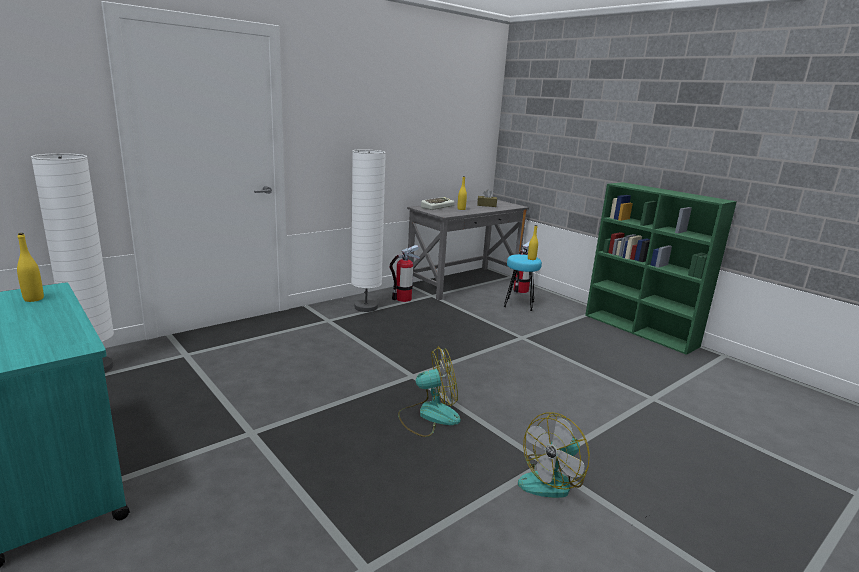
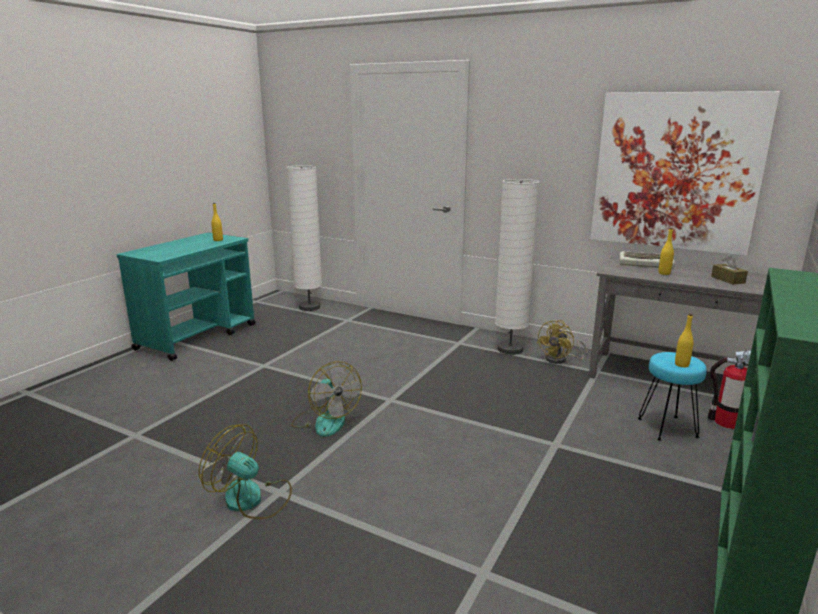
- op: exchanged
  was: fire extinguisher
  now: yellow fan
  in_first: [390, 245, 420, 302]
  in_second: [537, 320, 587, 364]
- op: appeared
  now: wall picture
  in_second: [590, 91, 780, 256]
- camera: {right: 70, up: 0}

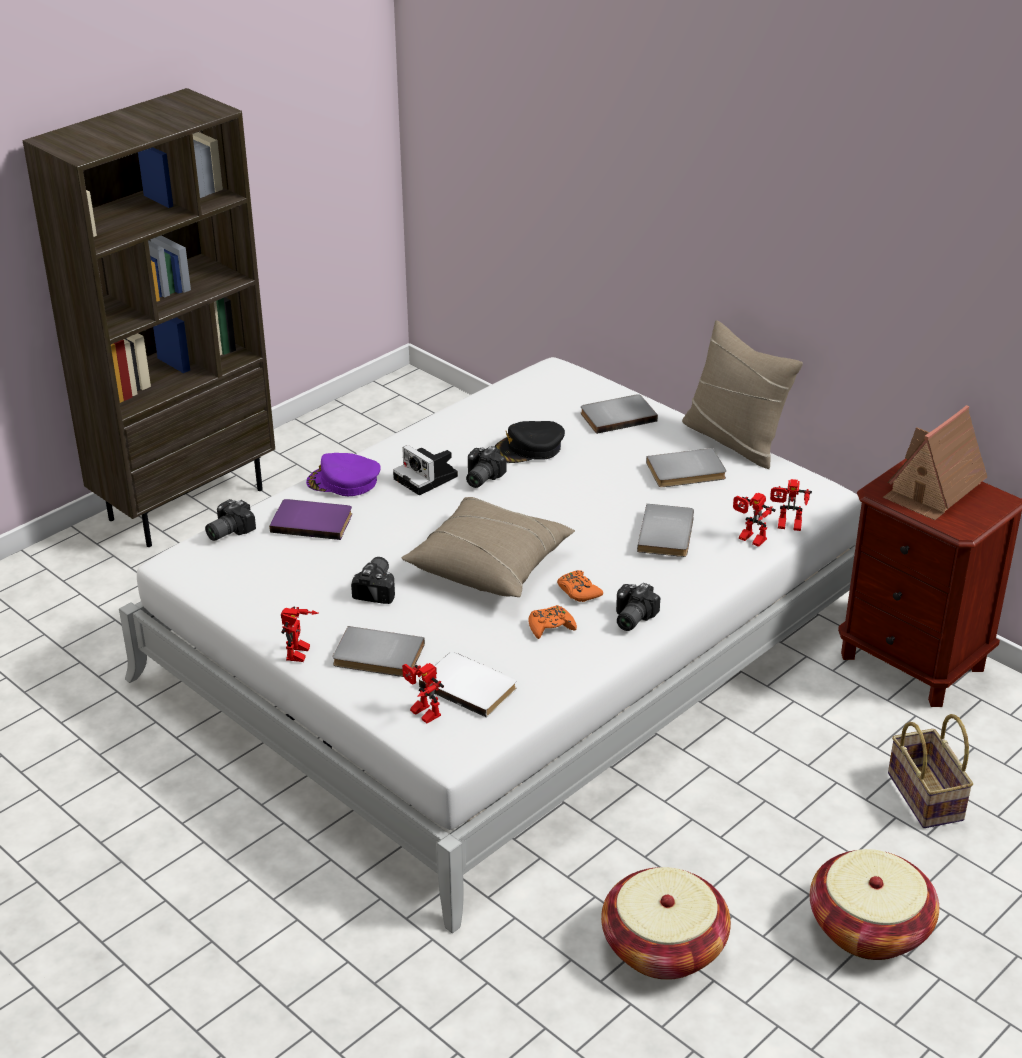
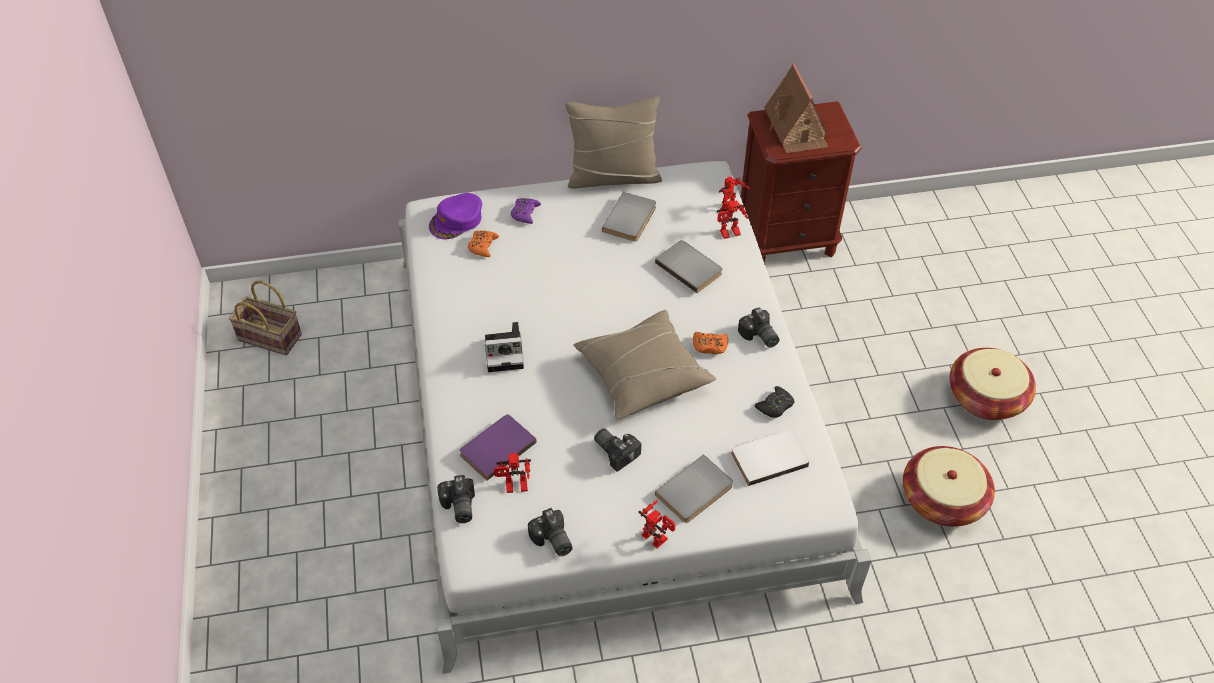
- op: missing
  was: brownish shelving unit
  in_first: [23, 88, 275, 547]
- op: exchanged
  was: gray book
  now: purple-coloured gamepad
  in_first: [581, 394, 658, 434]
  in_second: [511, 198, 541, 224]
- op: missing
  was: black-coloured cap
  in_first: [494, 421, 565, 463]
- op: relocated
  was: still camera
  in_first: [466, 446, 507, 488]
  in_second: [528, 508, 572, 556]
- op: relocated
  was: purple-coloured cap
  in_first: [306, 453, 381, 496]
  in_second: [429, 193, 482, 239]
- op: relocated
  was: orangey gamepad
  in_first: [528, 605, 577, 639]
  in_second: [468, 230, 499, 257]
- op: relocated
  was: model robot
  in_first: [402, 663, 444, 724]
  in_second: [494, 453, 531, 493]
- op: relocated
  was: basket
  in_first: [888, 714, 973, 828]
  in_second: [229, 281, 302, 355]
- op: appeared
  now: black-coloured gamepad
  in_second: [755, 386, 795, 418]
- camera: {right: -55, up: 15}

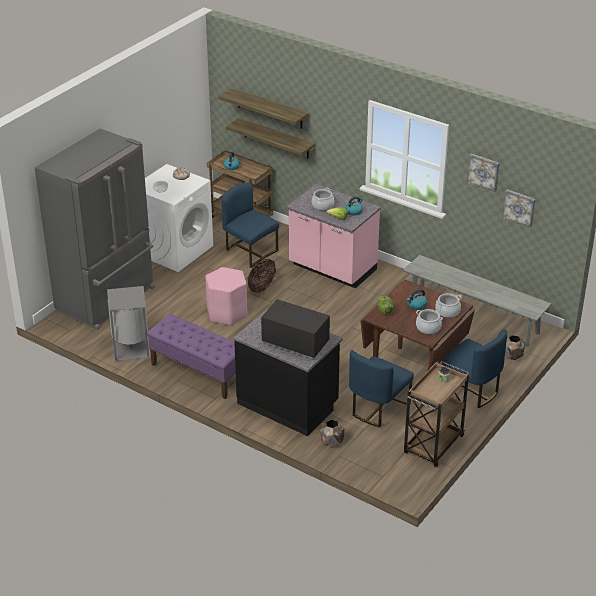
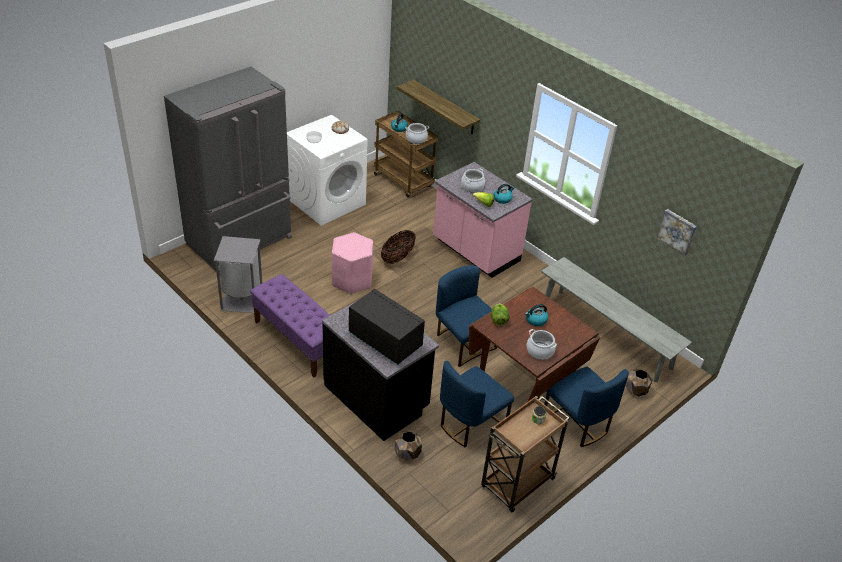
- op: missing
  was: shelf
  in_first: [219, 88, 309, 129]
- op: missing
  was: wall picture
  in_first: [467, 154, 500, 192]
- op: relocated
  was: blue-coloured upright chair
  in_first: [222, 183, 279, 268]
  in_second: [436, 265, 497, 367]
- op: relocated
  was: saucepot
  in_first: [435, 293, 461, 318]
  in_second: [405, 123, 429, 144]
- camera: {right: 10, up: 5}

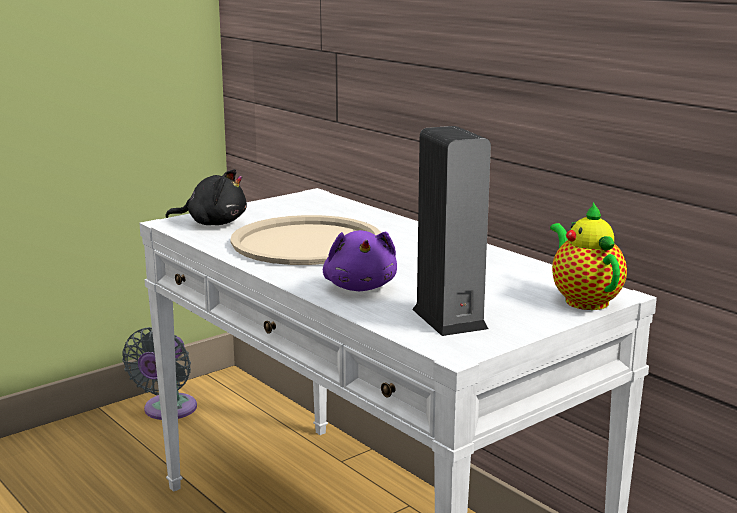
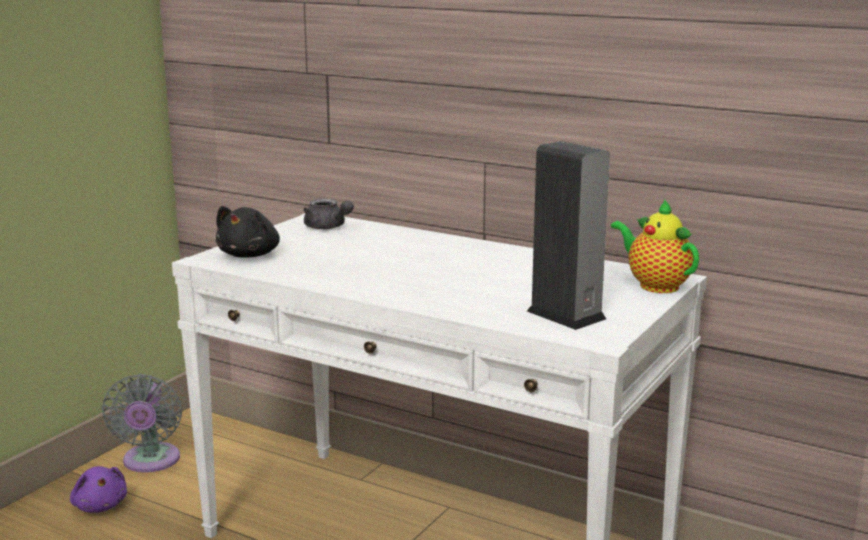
- op: spun
  was: black-coloured soft toy
  in_first: [166, 169, 247, 225]
  in_second: [216, 206, 280, 258]
  clockwise: 120
- op: missing
  was: beige-coloured carrying tray
  in_first: [231, 215, 381, 265]
- op: relocated
  was: purple-coloured soft toy
  in_first: [323, 230, 397, 291]
  in_second: [70, 466, 127, 513]
- op: appeared
  now: gray tea pot
  in_second: [303, 199, 354, 229]
- camera: {right: -20, up: 0}

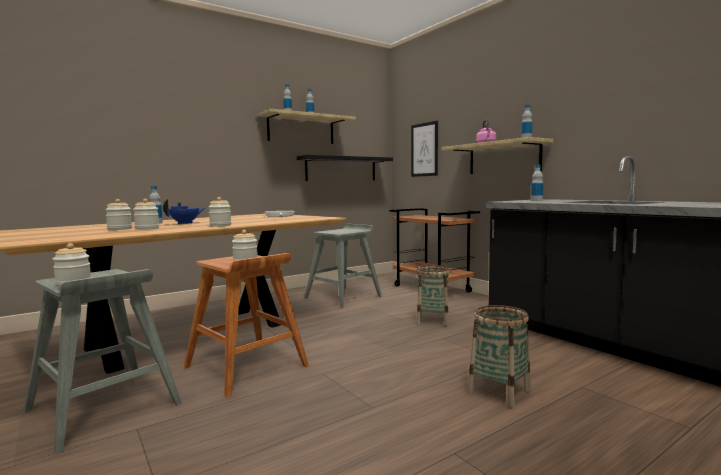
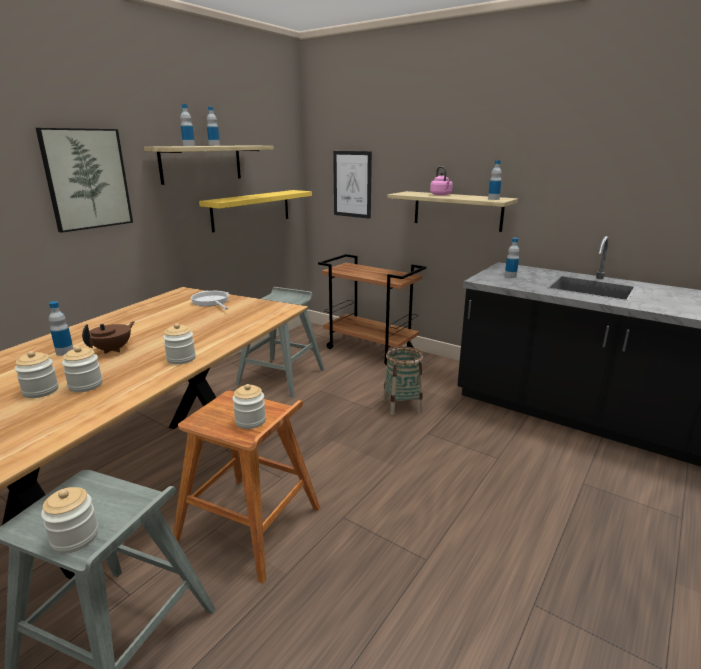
- op: colour
  was: black-coloured shelf
  now: yellow shelf
  in_first: [297, 155, 393, 181]
  in_second: [199, 190, 312, 232]
- op: colour
  was: blue-coloured tea pot
  now: brownish tea pot
  in_first: [163, 199, 205, 224]
  in_second: [82, 322, 134, 354]
- op: missing
  was: basket
  in_first: [468, 305, 531, 408]
- op: appeared
  now: wall picture
  in_second: [36, 128, 133, 233]
- camera: {right: -20, up: 15}

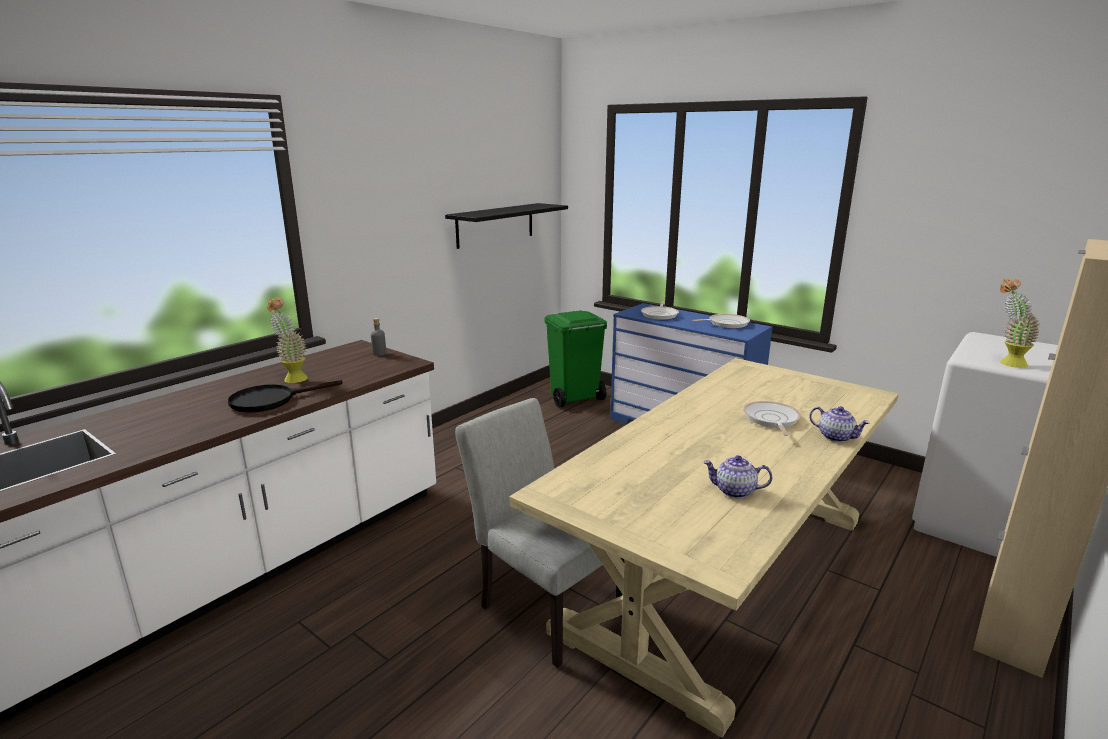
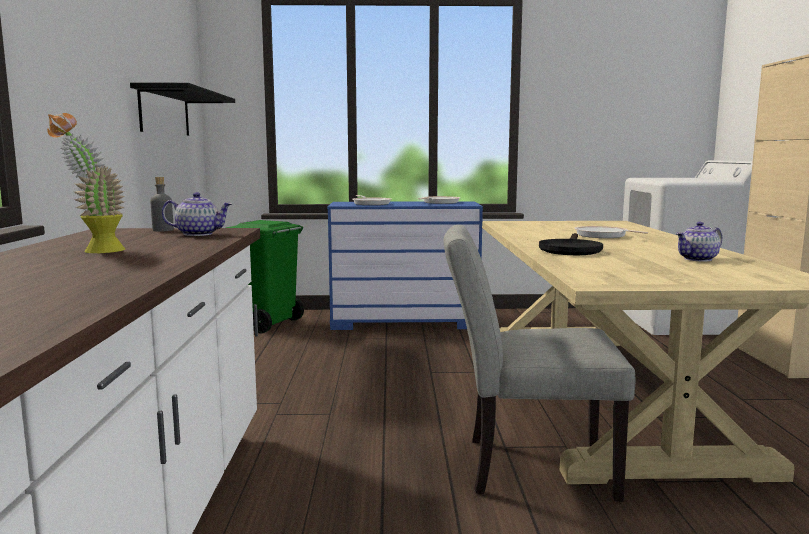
- op: missing
  was: plant in a pot
  in_first: [1000, 278, 1041, 368]
- op: relocated
  was: black-coloured frying pan
  in_first: [228, 380, 343, 412]
  in_second: [539, 233, 603, 255]
- op: relocated
  was: tea pot
  in_first: [809, 406, 870, 442]
  in_second: [162, 192, 232, 236]
- camera: {right: -40, up: -10}

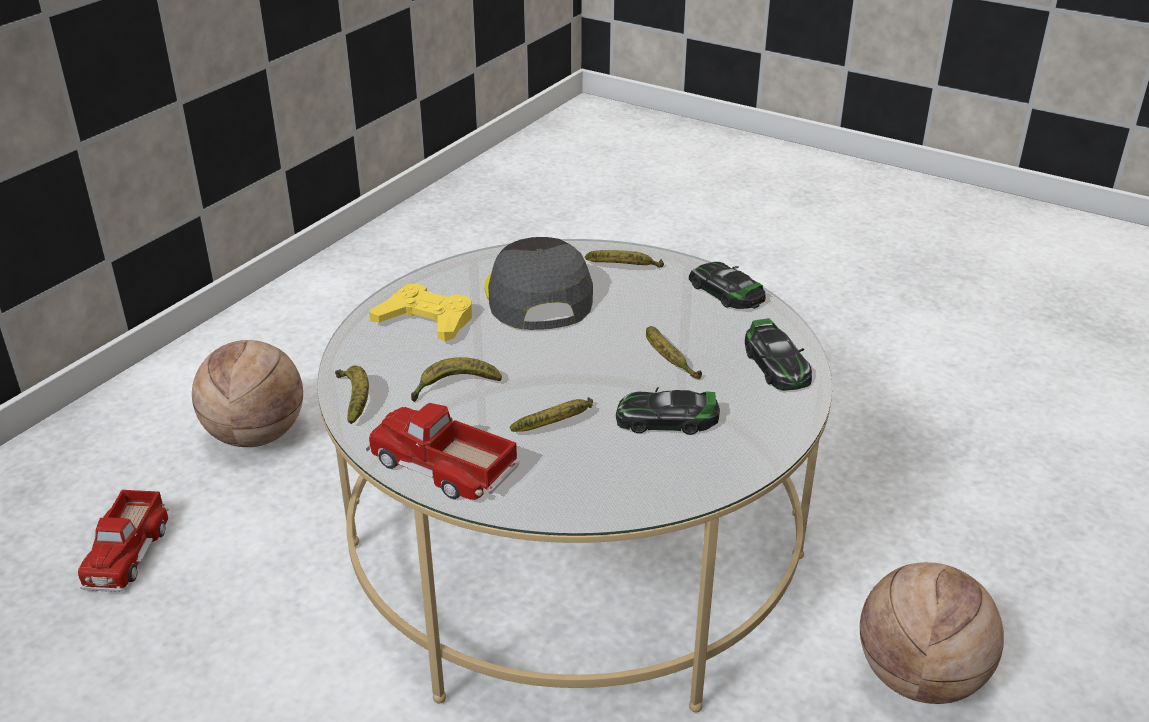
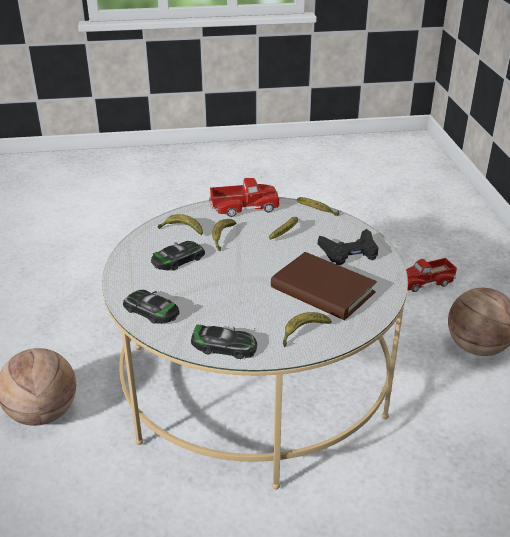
- op: exchanged
  was: gray cap
  now: brownish book
  in_first: [484, 237, 593, 330]
  in_second: [271, 252, 377, 320]
- op: colour
  was: yellow gamepad
  now: black-coloured gamepad
  in_first: [369, 284, 472, 341]
  in_second: [318, 229, 378, 265]
- op: relocated
  was: whole banana
  in_first: [646, 326, 702, 380]
  in_second: [158, 214, 203, 235]
- op: spun
  was: toy lorry
  in_first: [78, 490, 169, 592]
  in_second: [406, 258, 457, 292]
  clockwise: -75
- camera: {right: 140, up: 0}

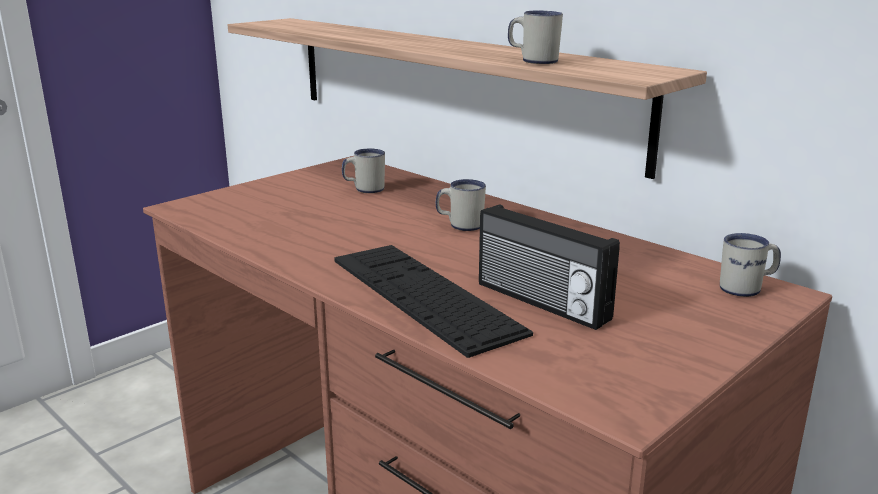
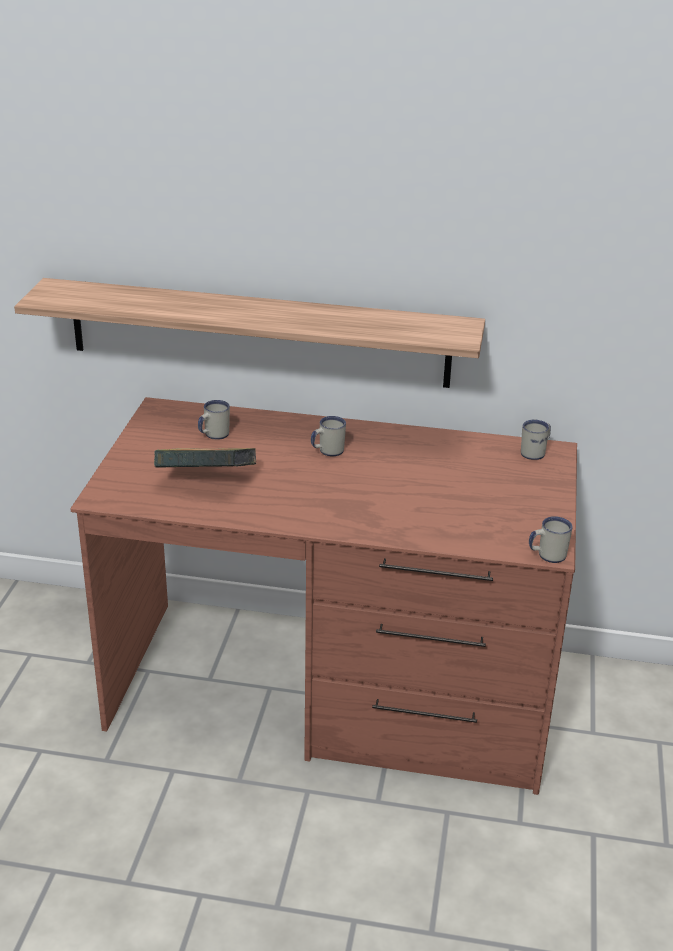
- op: relocated
  was: white tea mug
  in_first: [508, 10, 563, 64]
  in_second: [529, 516, 573, 563]
- op: missing
  was: radio set
  in_first: [479, 204, 620, 330]
- op: missing
  was: PC keyboard
  in_first: [334, 245, 533, 358]
- op: appeared
  now: book
  in_second: [154, 448, 257, 468]
- camera: {right: -35, up: 10}

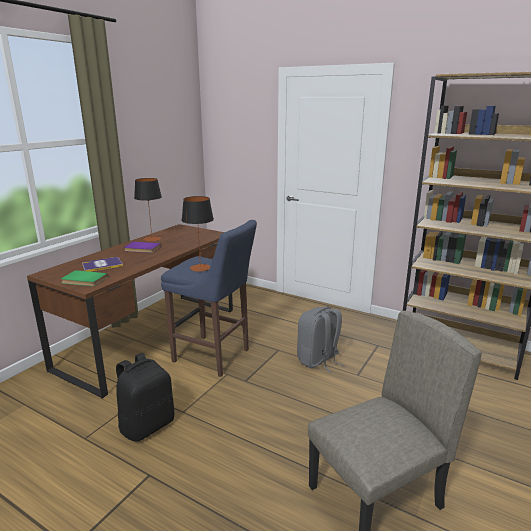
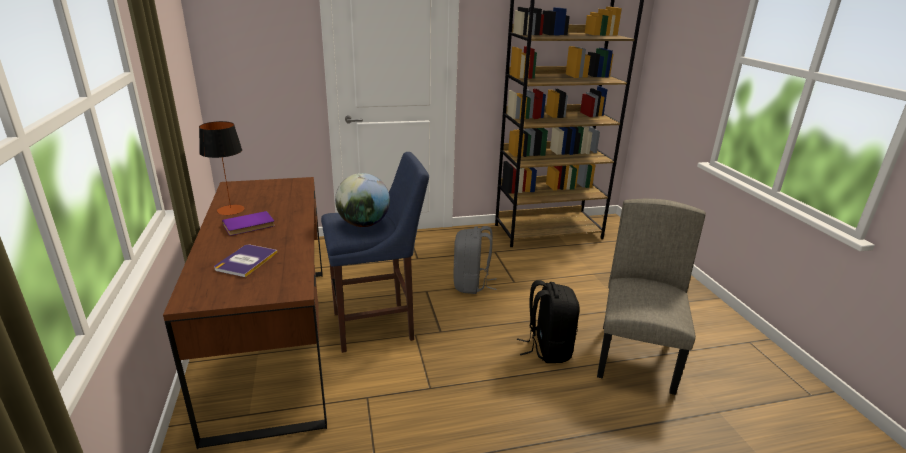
- op: exchanged
  was: lamp for a table
  now: desk globe
  in_first: [182, 196, 214, 272]
  in_second: [335, 173, 390, 227]
- op: missing
  was: green book
  in_first: [61, 270, 108, 286]
- op: relocated
  was: black-coloured rucksack
  in_first: [116, 353, 174, 442]
  in_second: [517, 280, 579, 363]
- camera: {right: -45, up: 5}

